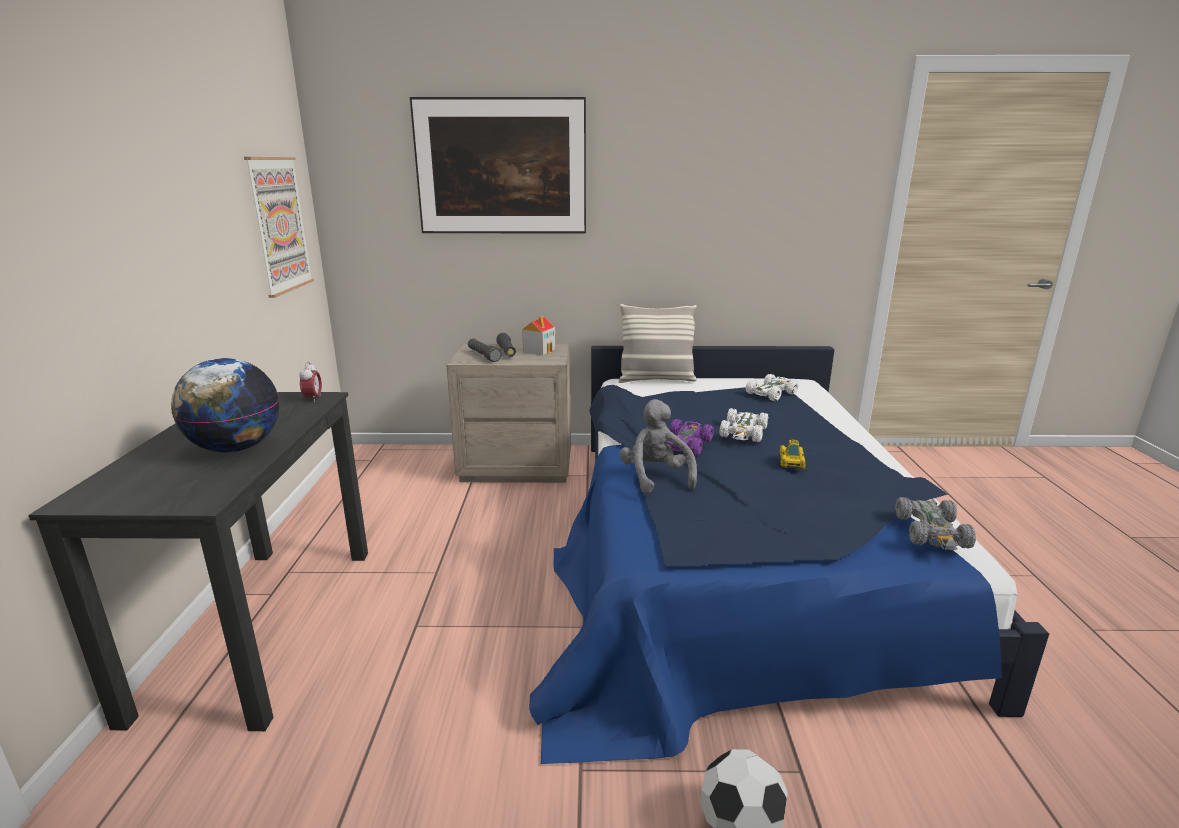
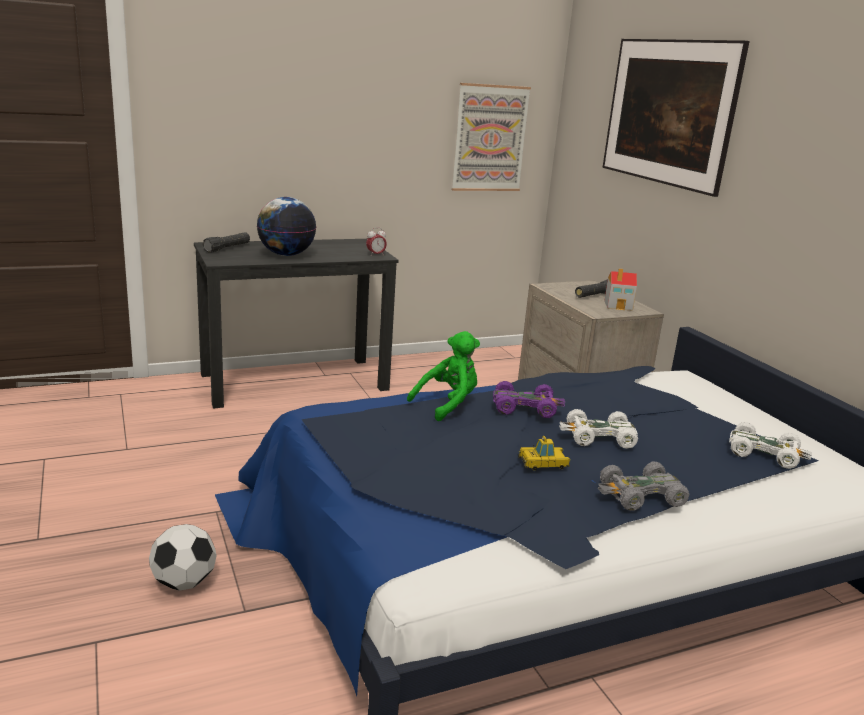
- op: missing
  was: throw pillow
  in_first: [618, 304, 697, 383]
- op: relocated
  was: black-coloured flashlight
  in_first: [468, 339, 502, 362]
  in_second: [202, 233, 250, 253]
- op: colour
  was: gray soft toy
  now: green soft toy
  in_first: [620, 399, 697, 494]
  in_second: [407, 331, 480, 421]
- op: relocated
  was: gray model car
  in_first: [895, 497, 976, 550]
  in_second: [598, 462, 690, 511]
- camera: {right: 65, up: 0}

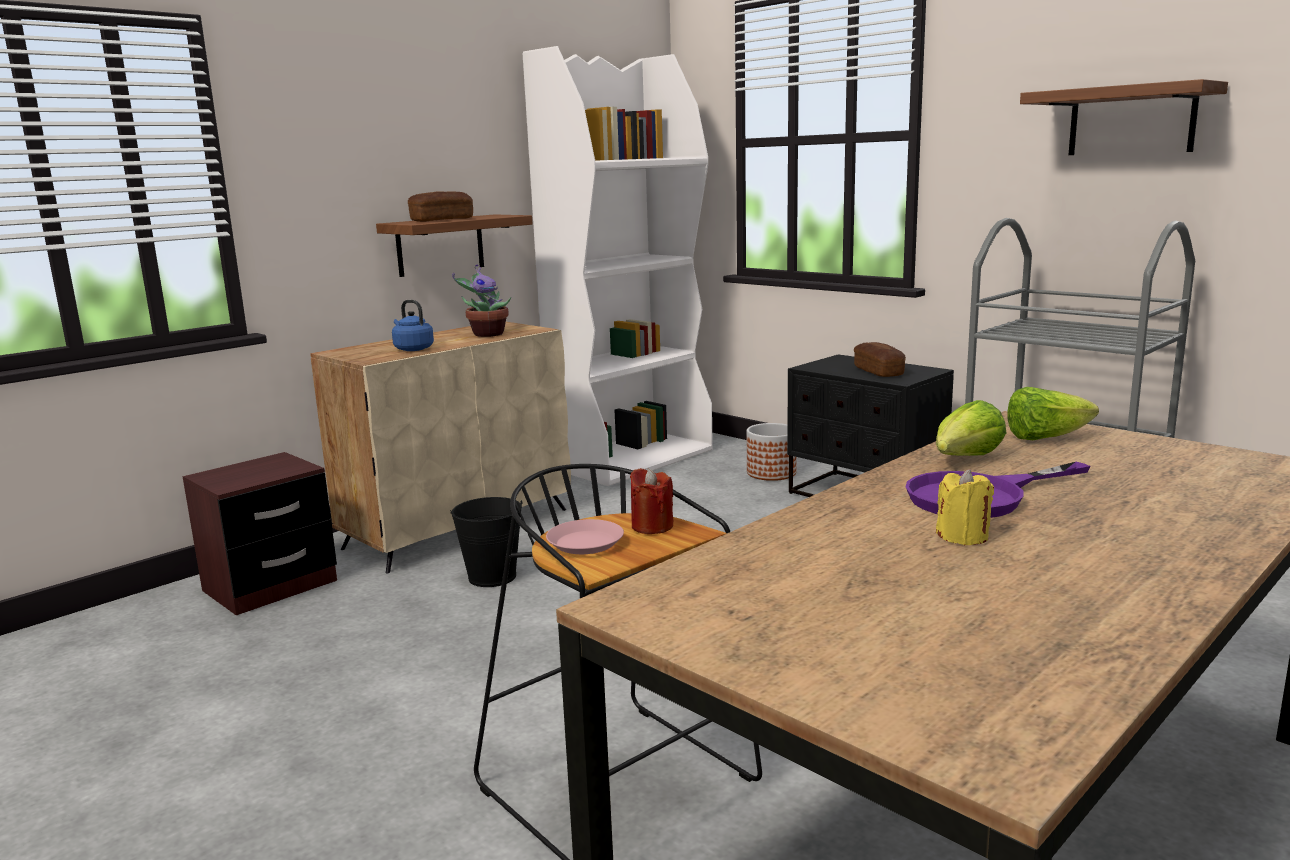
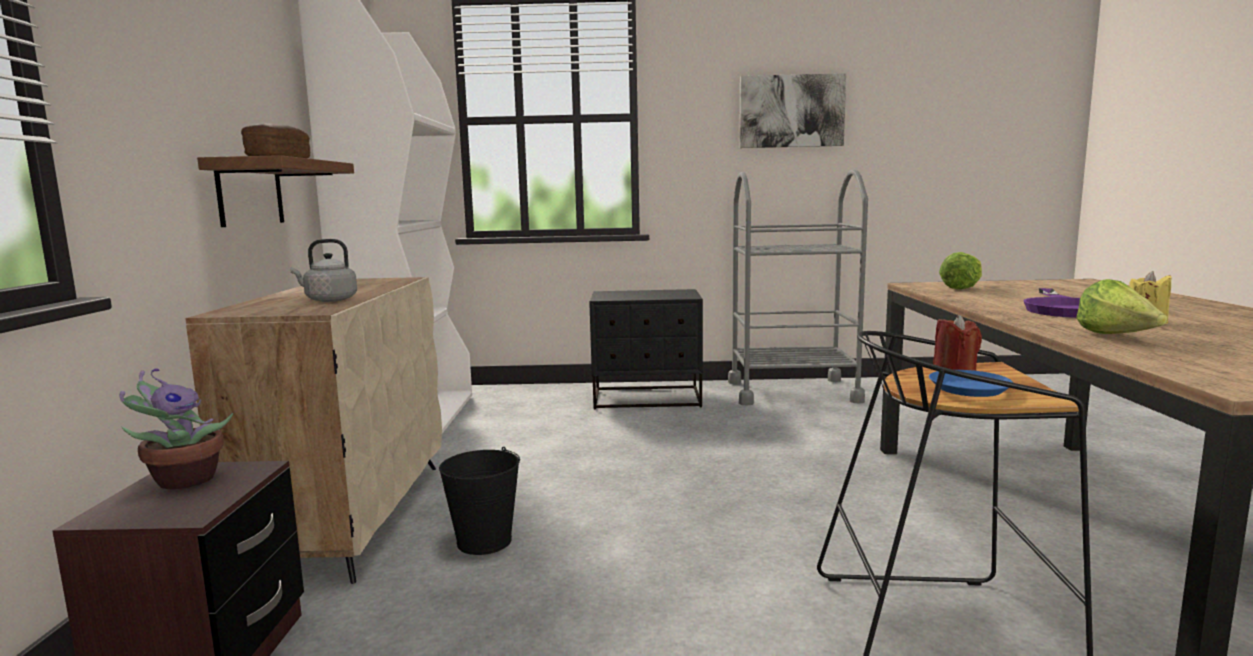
- op: exchanged
  was: shelf
  now: wall picture
  in_first: [1020, 79, 1228, 155]
  in_second: [739, 73, 846, 148]
- op: relocated
  was: plant in a pot
  in_first: [452, 265, 511, 337]
  in_second: [119, 369, 233, 489]
- op: colour
  was: blue-coloured kettle
  now: gray kettle
  in_first: [392, 300, 434, 351]
  in_second: [290, 239, 357, 302]
- op: missing
  was: bread
  in_first: [854, 342, 906, 377]
- op: relocated
  was: lettuce
  in_first: [936, 400, 1006, 456]
  in_second: [1076, 279, 1168, 334]
- op: missing
  was: plant pot
  in_first: [747, 423, 797, 481]
- op: colour
  was: pinkish flat dish
  now: blue-coloured flat dish
  in_first: [546, 519, 624, 554]
  in_second: [929, 370, 1013, 397]
- camera: {right: -45, up: -5}

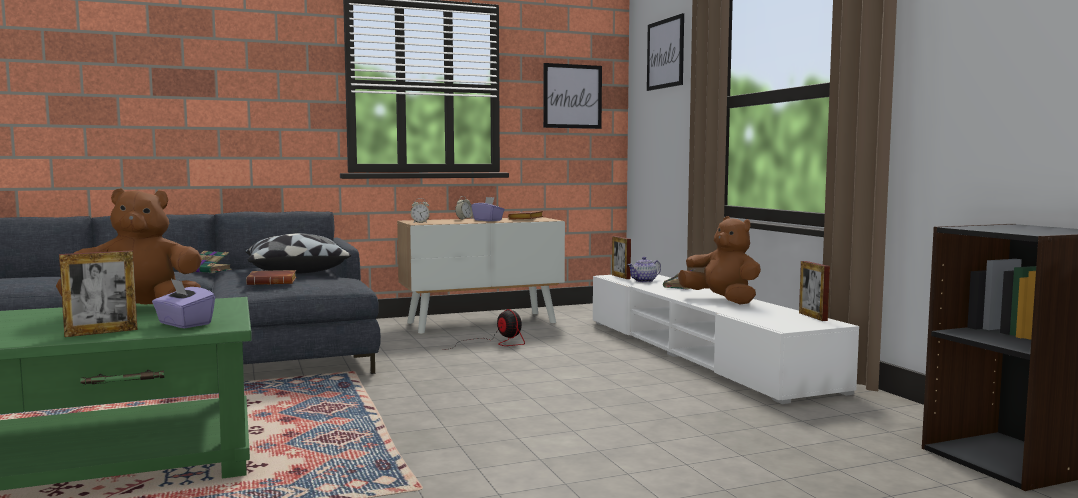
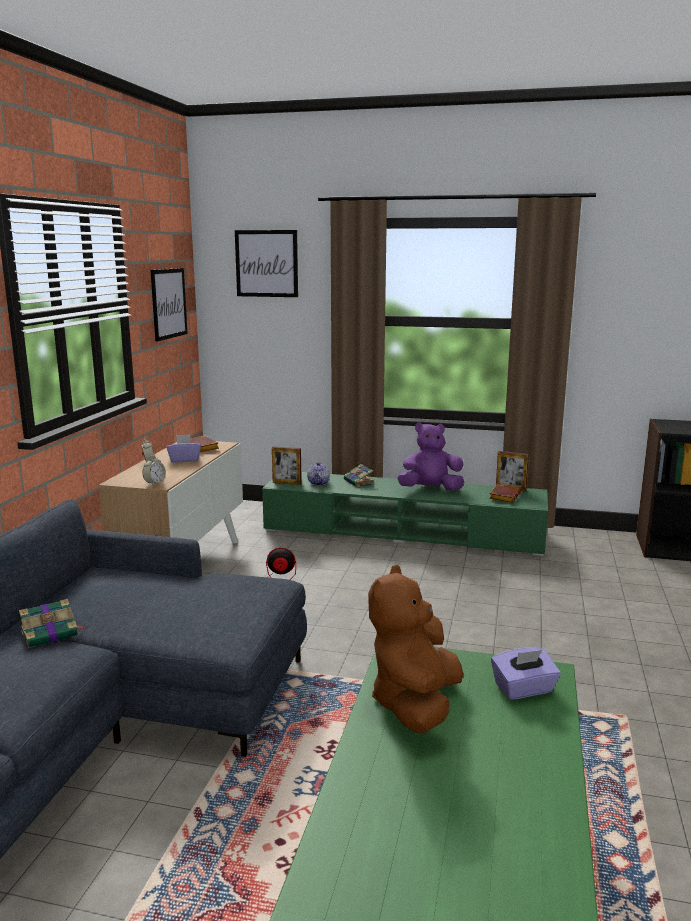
- op: colour
  was: brownish soft toy
  now: purple-coloured soft toy
  in_first: [678, 216, 761, 305]
  in_second: [397, 422, 464, 491]
- op: missing
  was: throw pillow
  in_first: [245, 233, 351, 274]
- op: missing
  was: picture frame
  in_first: [59, 250, 137, 337]
- op: relocated
  was: brownish book
  in_first: [246, 270, 296, 285]
  in_second: [489, 484, 521, 503]
- op: colour
  was: white tv unit
  now: green tv unit
  in_first: [593, 275, 859, 404]
  in_second: [262, 472, 548, 556]
- camera: {right: -55, up: 10}

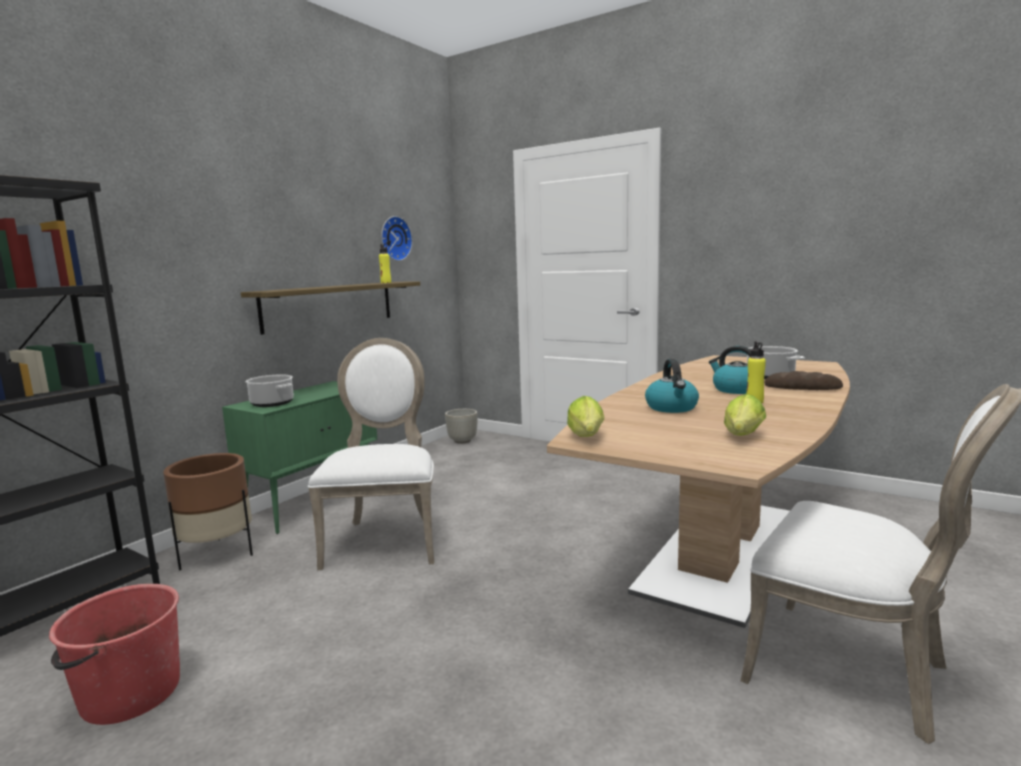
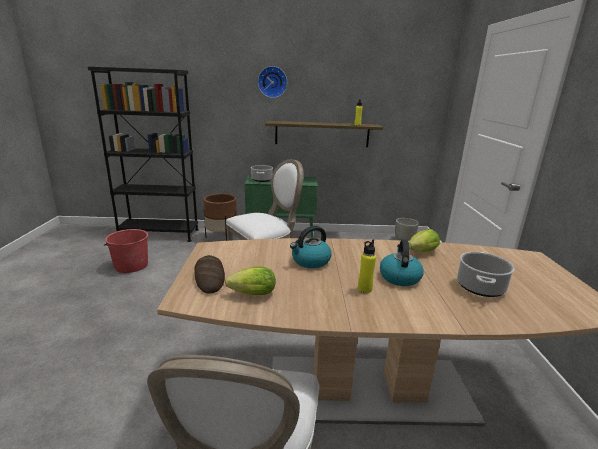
- op: relocated
  was: hanging clock
  in_first: [381, 216, 413, 261]
  in_second: [258, 66, 287, 98]
- op: relocated
  was: bread
  in_first: [764, 371, 843, 390]
  in_second: [194, 255, 225, 294]
- op: relocated
  was: lettuce
  in_first: [567, 396, 604, 437]
  in_second: [409, 229, 440, 252]
- camera: {right: 55, up: 10}

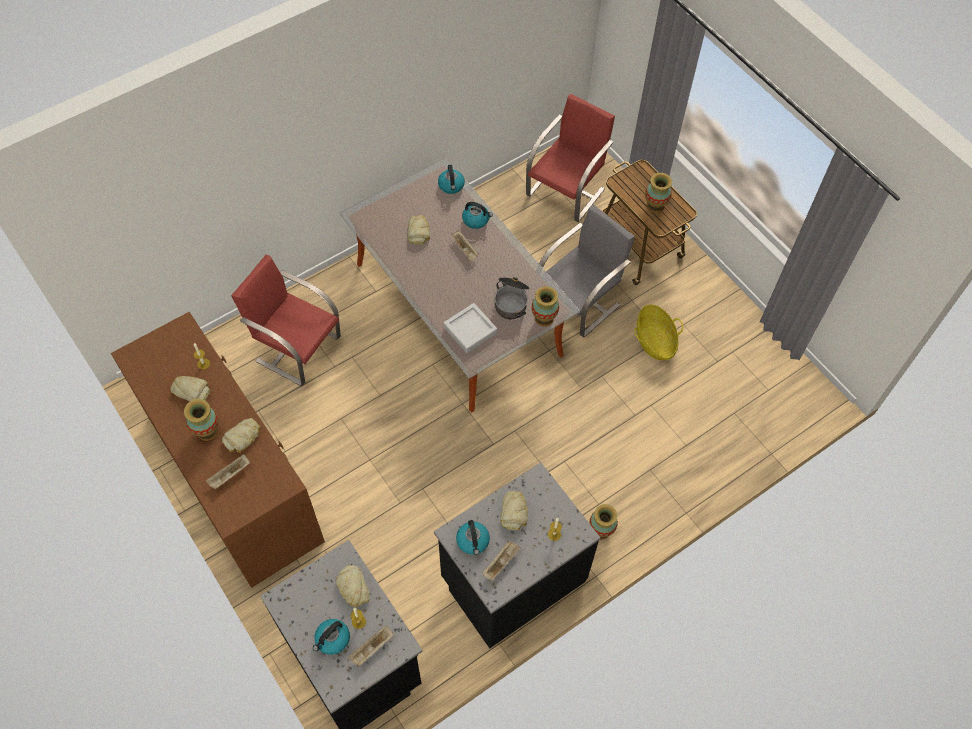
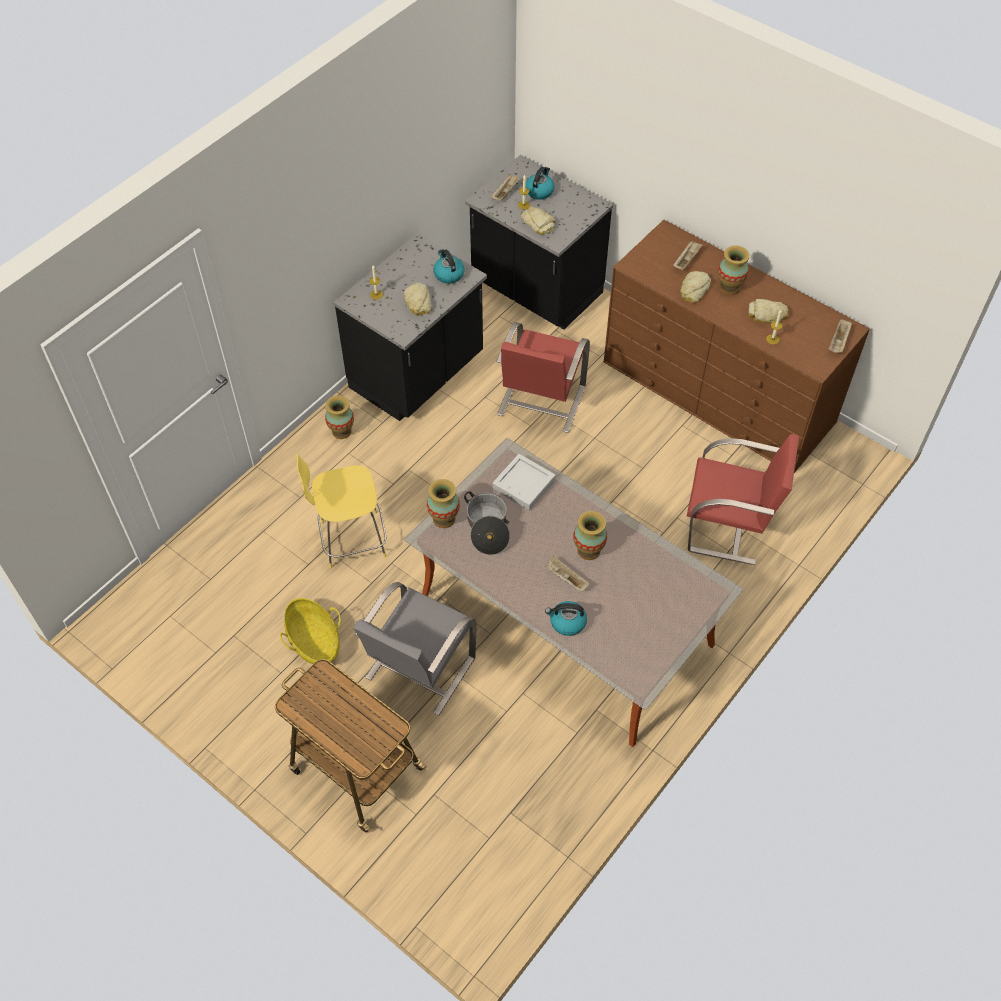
- op: relocated
  was: red-coloured upright chair
  in_first: [526, 94, 615, 222]
  in_second: [496, 322, 590, 433]
- op: missing
  was: kettle
  in_first: [438, 165, 465, 194]
- op: relocated
  was: decorative vase
  in_first: [645, 173, 672, 213]
  in_second: [574, 511, 607, 560]
- op: missing
  was: bread
  in_first: [407, 215, 430, 245]
- op: relocated
  was: beige-coloured carrying tray
  in_first: [483, 541, 521, 581]
  in_second: [828, 319, 852, 353]
- op: appeared
  now: yellow stool seat
  in_second: [297, 453, 386, 568]
- camera: {right: 165, up: -5}

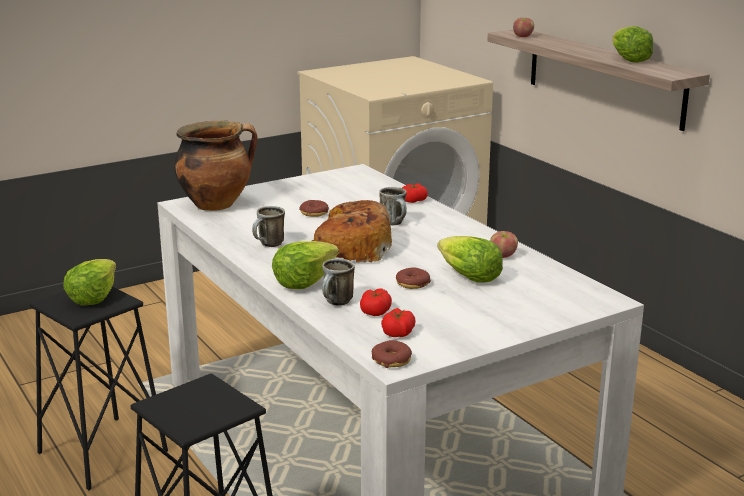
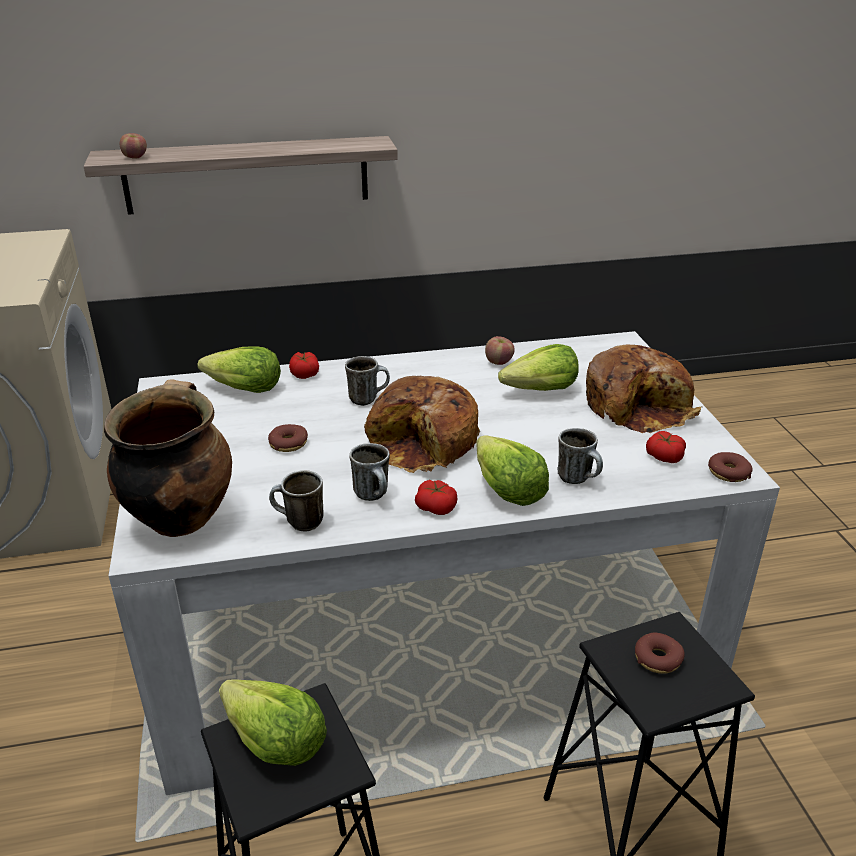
- op: relocated
  was: lettuce
  in_first: [613, 26, 653, 63]
  in_second: [197, 346, 281, 393]
- op: relocated
  was: donut
  in_first: [396, 267, 431, 289]
  in_second: [635, 632, 685, 674]
- op: relocated
  was: fresh tomato
  in_first: [360, 288, 392, 316]
  in_second: [415, 480, 457, 515]
- op: appeared
  now: bread
  in_second: [586, 344, 703, 433]
- op: appeared
  now: tea mug
  in_second: [269, 470, 324, 531]
- camera: {right: -70, up: 10}

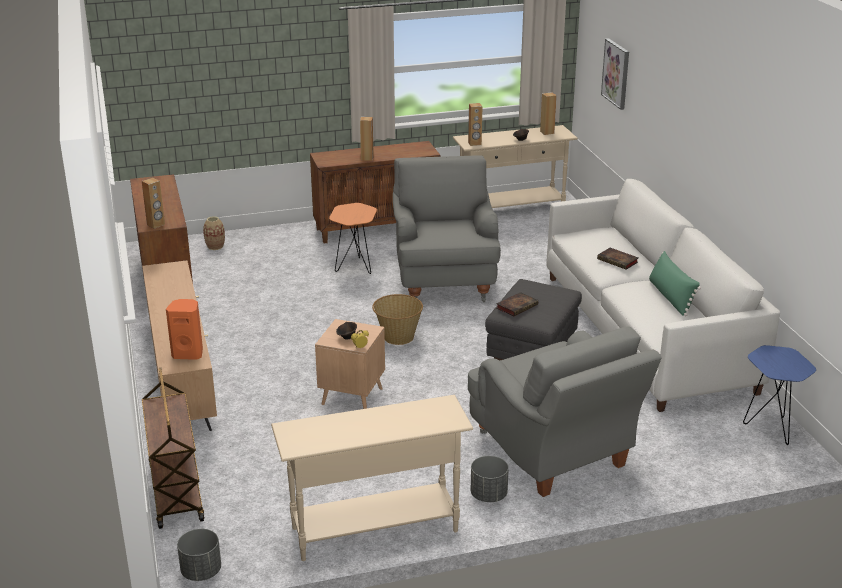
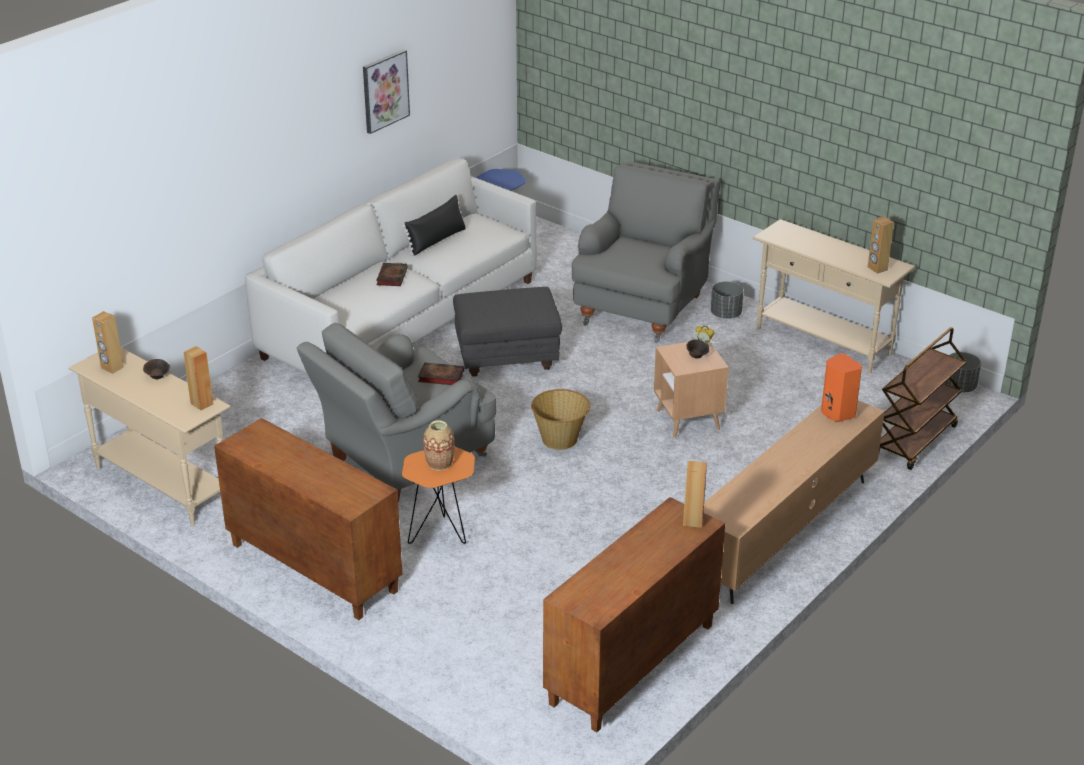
- op: relocated
  was: wall picture
  in_first: [601, 38, 629, 110]
  in_second: [363, 49, 410, 134]
- op: relocated
  was: brownish speaker
  in_first: [360, 117, 374, 161]
  in_second: [868, 216, 894, 274]
- op: relocated
  was: decorative vase
  in_first: [203, 216, 225, 250]
  in_second: [423, 420, 455, 471]
- op: colour
  was: green throw pillow
  now: black-coloured throw pillow
  in_first: [649, 251, 701, 316]
  in_second: [402, 195, 467, 256]
- op: relocated
  was: book
  in_first: [496, 292, 538, 316]
  in_second: [418, 362, 464, 385]
- camera: {right: -125, up: 5}

